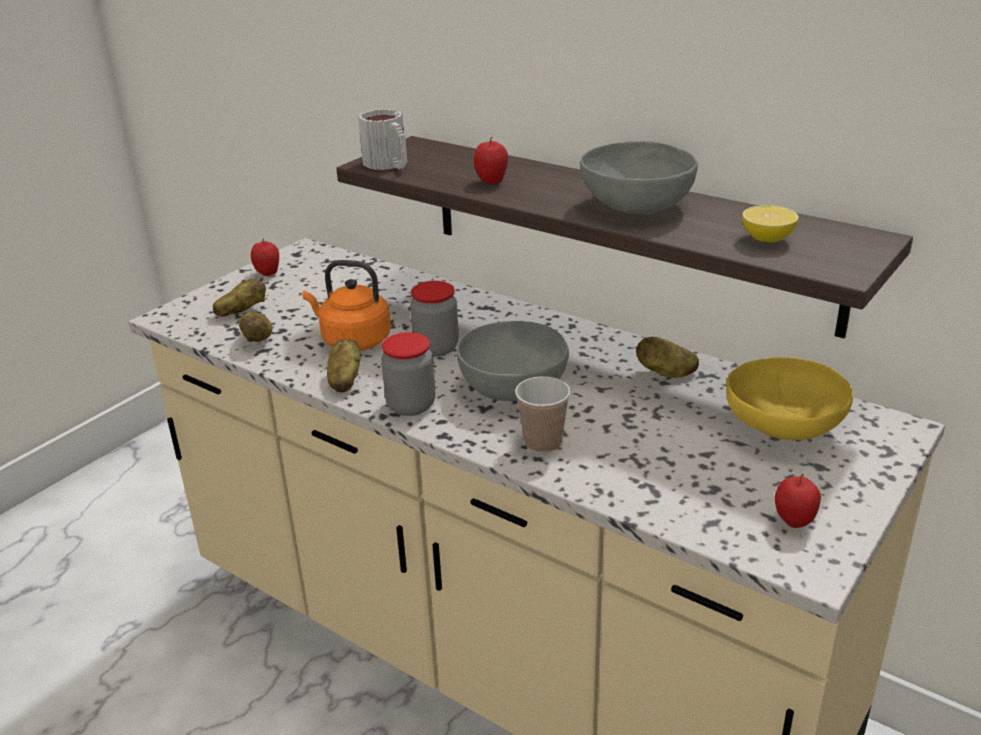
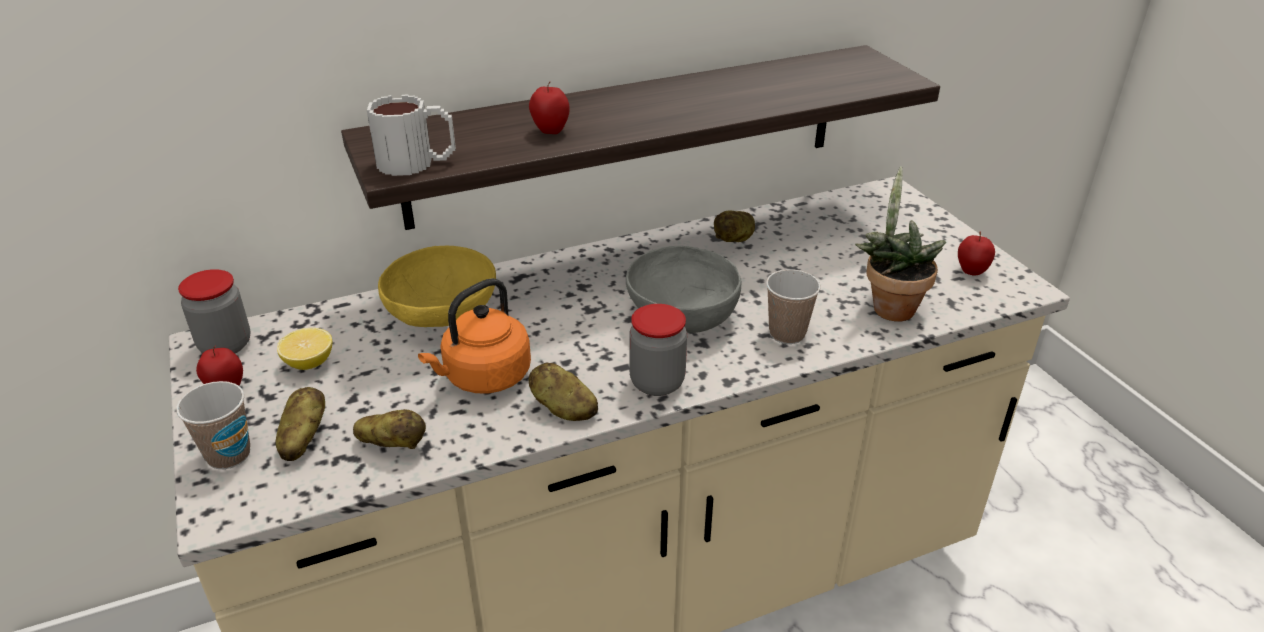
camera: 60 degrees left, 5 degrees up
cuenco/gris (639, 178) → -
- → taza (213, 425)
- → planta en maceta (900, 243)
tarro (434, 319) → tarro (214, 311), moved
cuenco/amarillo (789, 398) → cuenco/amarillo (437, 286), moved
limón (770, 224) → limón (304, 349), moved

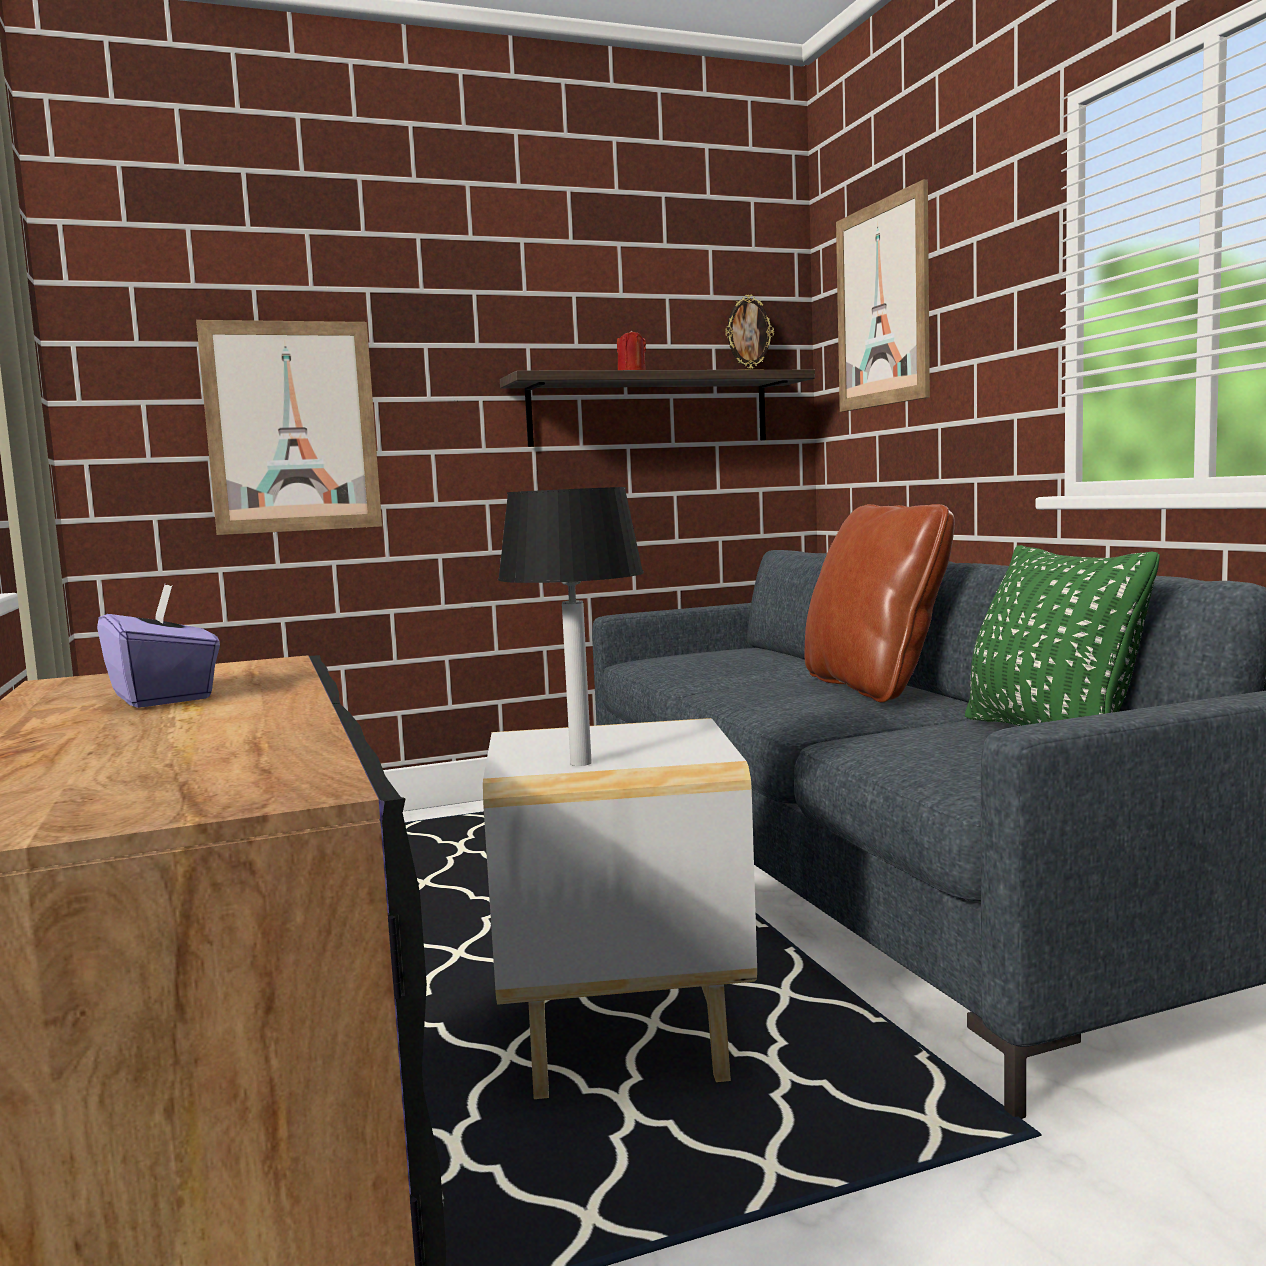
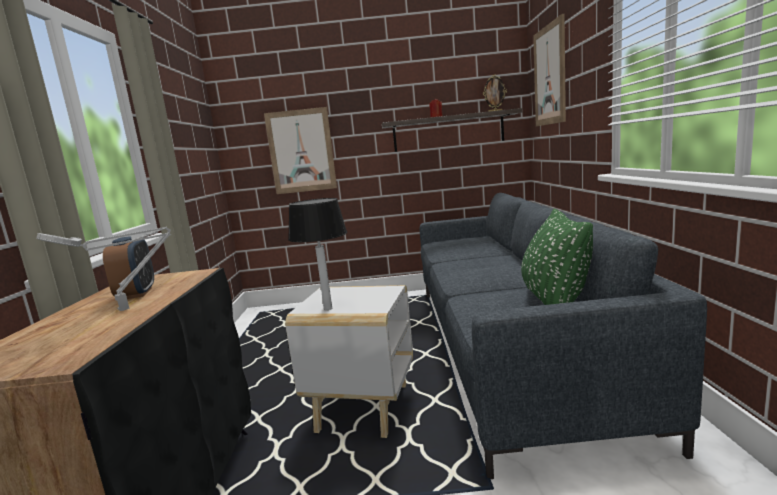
camera: 20 degrees right, 5 degrees up
cojín/marrón (880, 603) → -
- → lámpara de mesa/gris (104, 269)
caja de pañuelos/morado (158, 646) → despertador (128, 267)

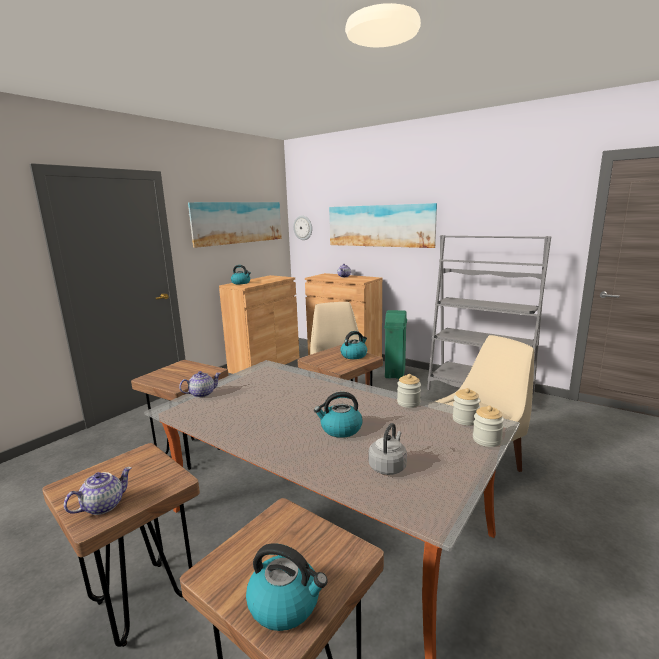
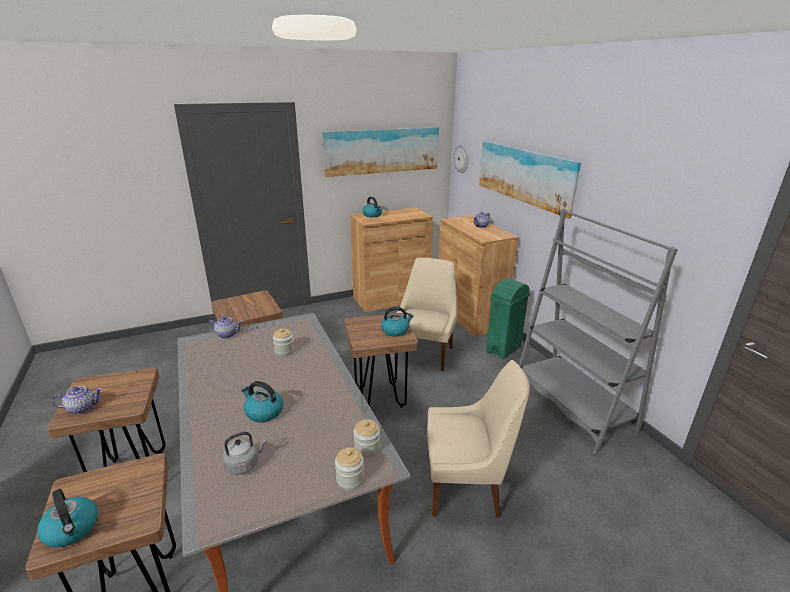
camera: 30 degrees right, 10 degrees up
tarro (409, 391) → tarro (283, 342), moved

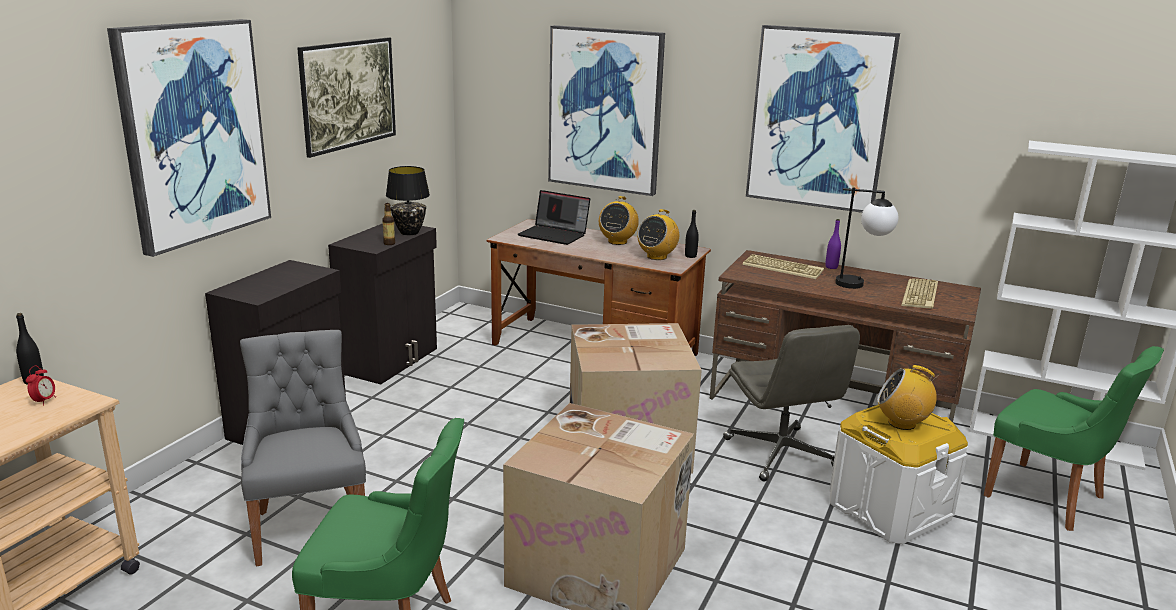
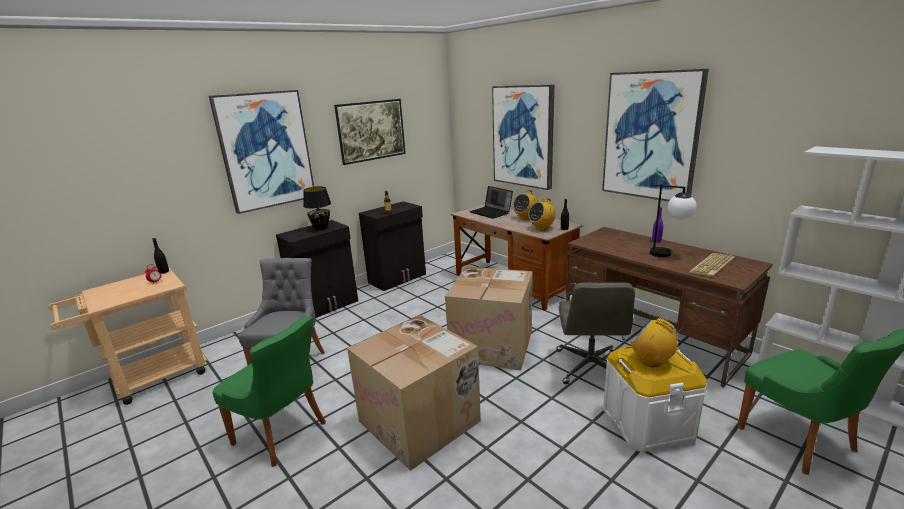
camera: 25 degrees right, 0 degrees up
teclado (783, 266) → -
lámpara de mesa/negro (408, 200) → lámpara de mesa/negro (317, 208), moved

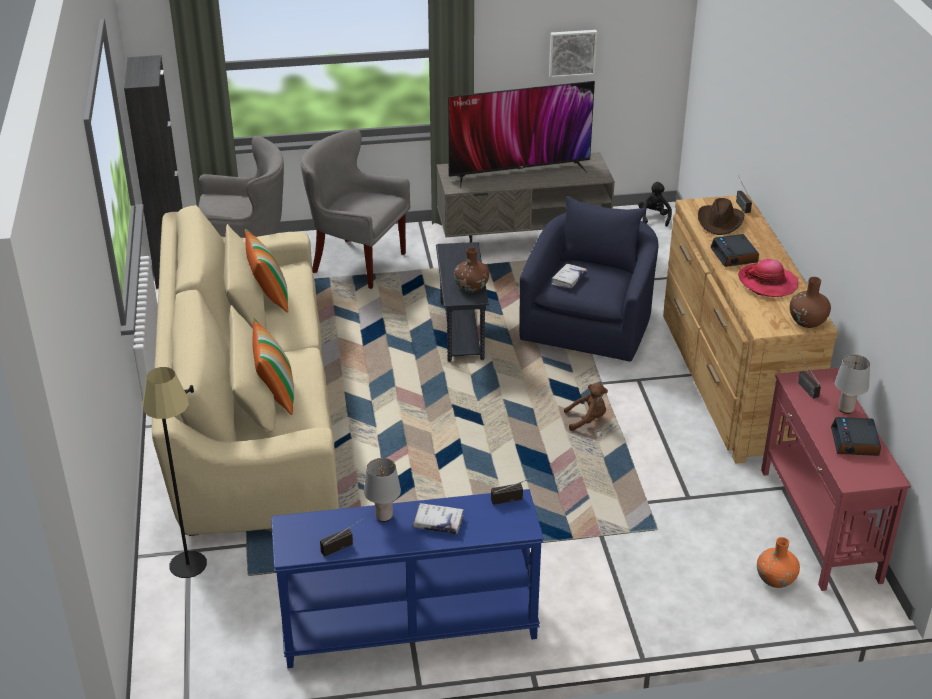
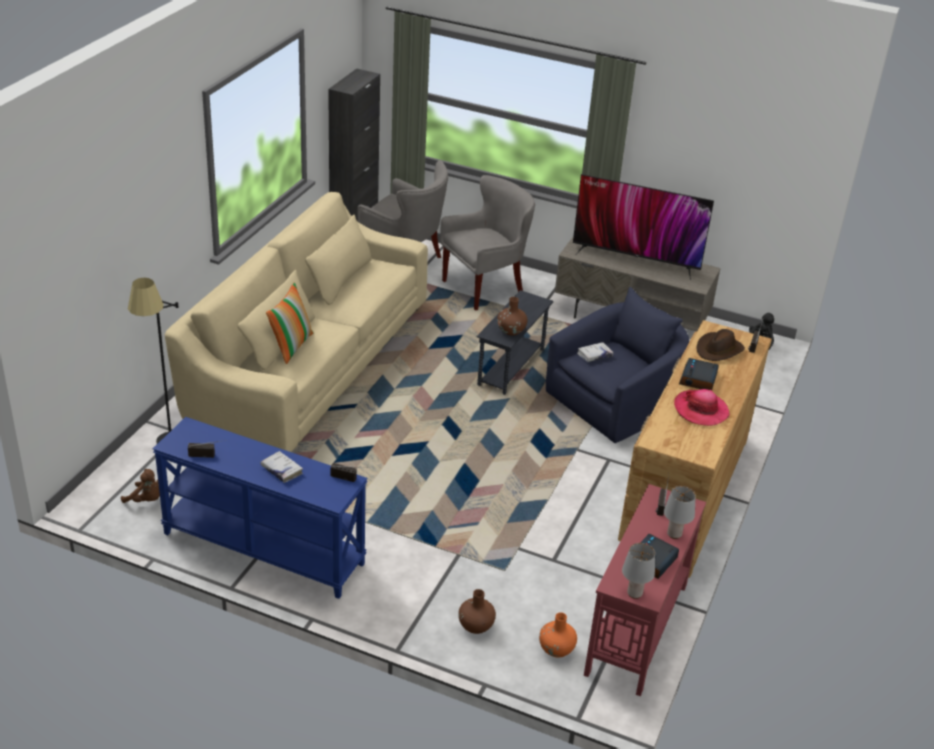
camera: 30 degrees right, 0 degrees up
cojín (266, 270) → -
cuadro (573, 54) → -
lámpara de mesa/gris (382, 490) → lámpara de mesa/gris (638, 571), moved
peluche/marrón (586, 407) → peluche/marrón (140, 486), moved
florero/marrón (810, 302) → florero/marrón (477, 611), moved
sillón/gris (355, 209) → sillón/gris (487, 243), 90 degrees clockwise

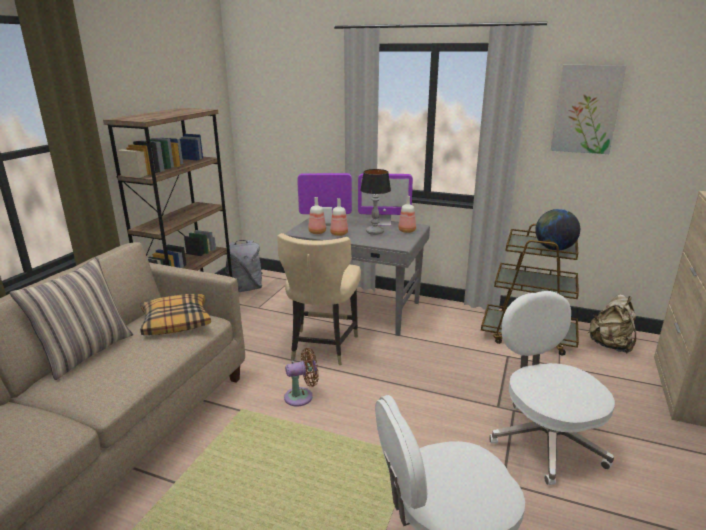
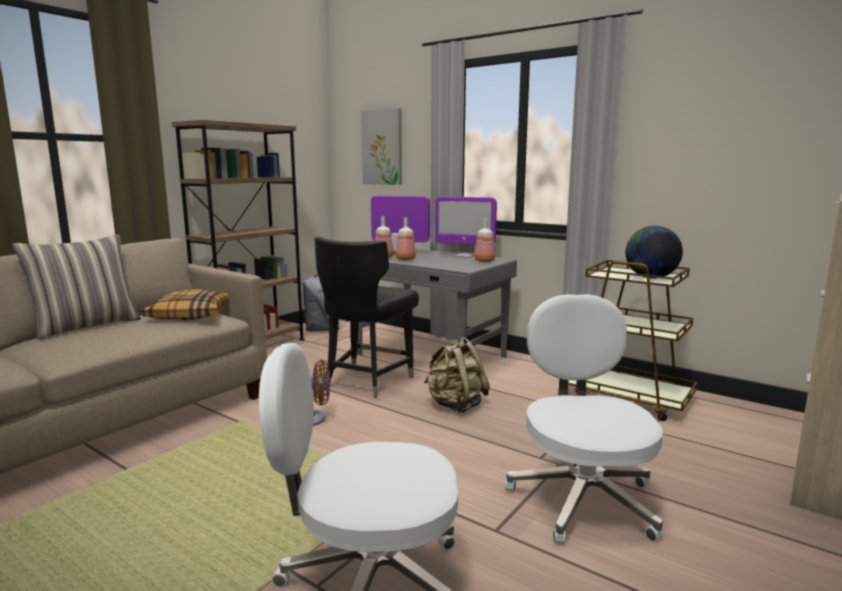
camera: 15 degrees right, 10 degrees down
lámpara de mesa (375, 202) → -
cuadro (588, 109) → cuadro (381, 146), moved
mochila/beis (612, 323) → mochila/beis (457, 375), moved
silla/beis (319, 299) → silla/negro (366, 318)

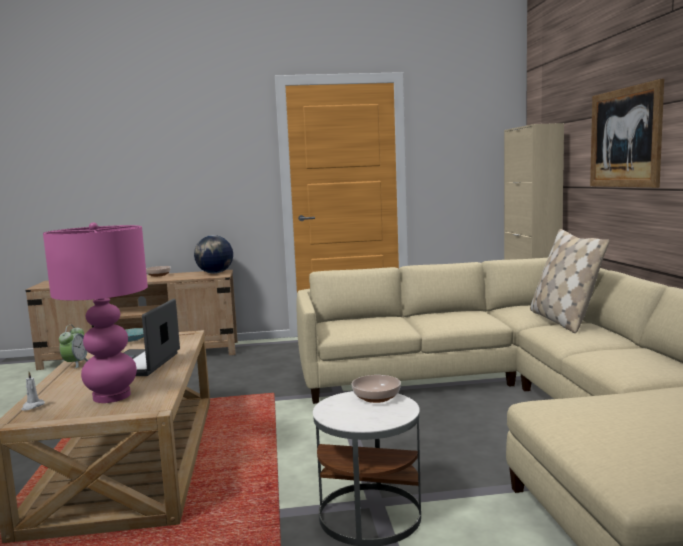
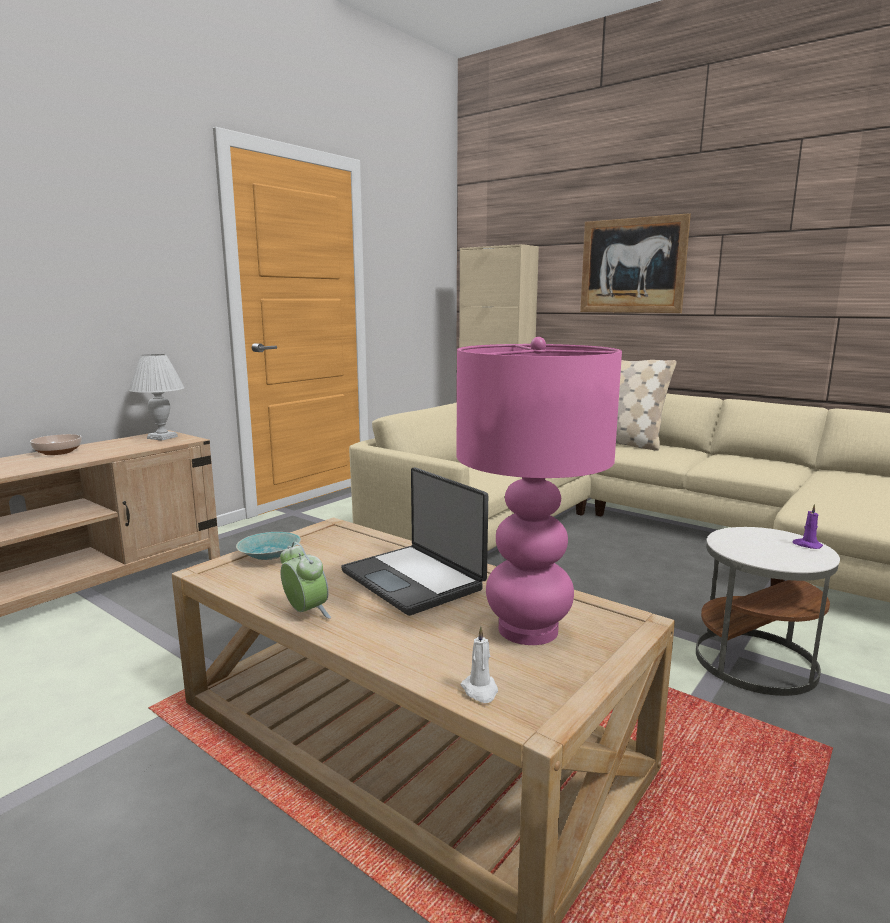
camera: 45 degrees left, 5 degrees up
cuenco (376, 389) → -
- → vela/morado (807, 526)
globo terráqueo (213, 254) → lámpara de mesa/blanco (156, 397)

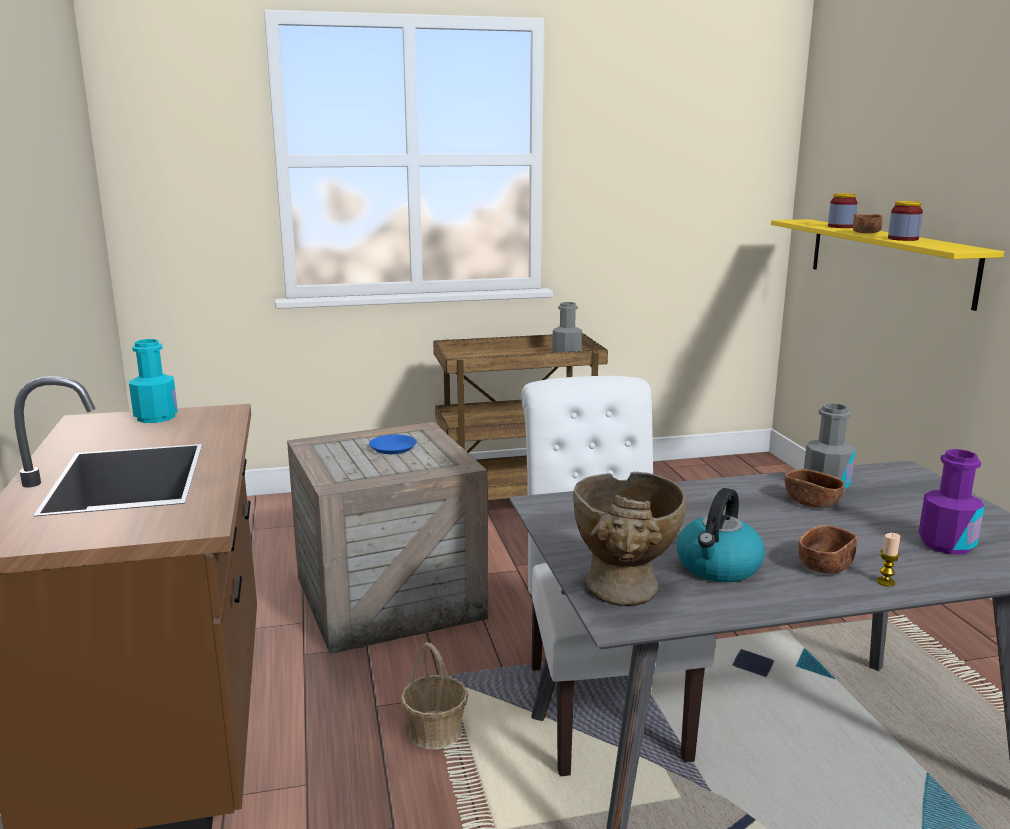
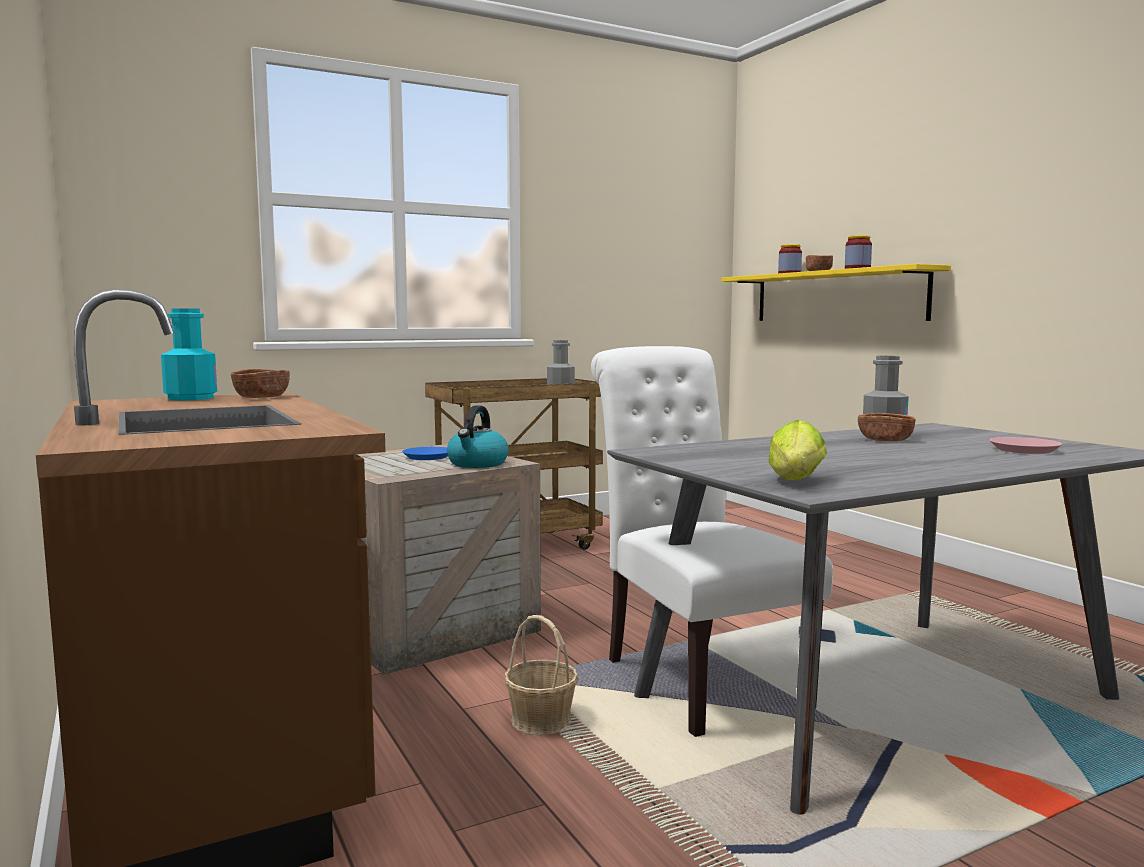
camera: 15 degrees left, 10 degrees down
vela (888, 560) → -
hervidor (721, 535) → hervidor (478, 436), moved
cuenco/marrón (827, 549) → cuenco/marrón (260, 383), moved
florero/beis (629, 539) → lechuga (797, 450)
botella/morado (952, 502) → plato/rosa (1026, 445)

